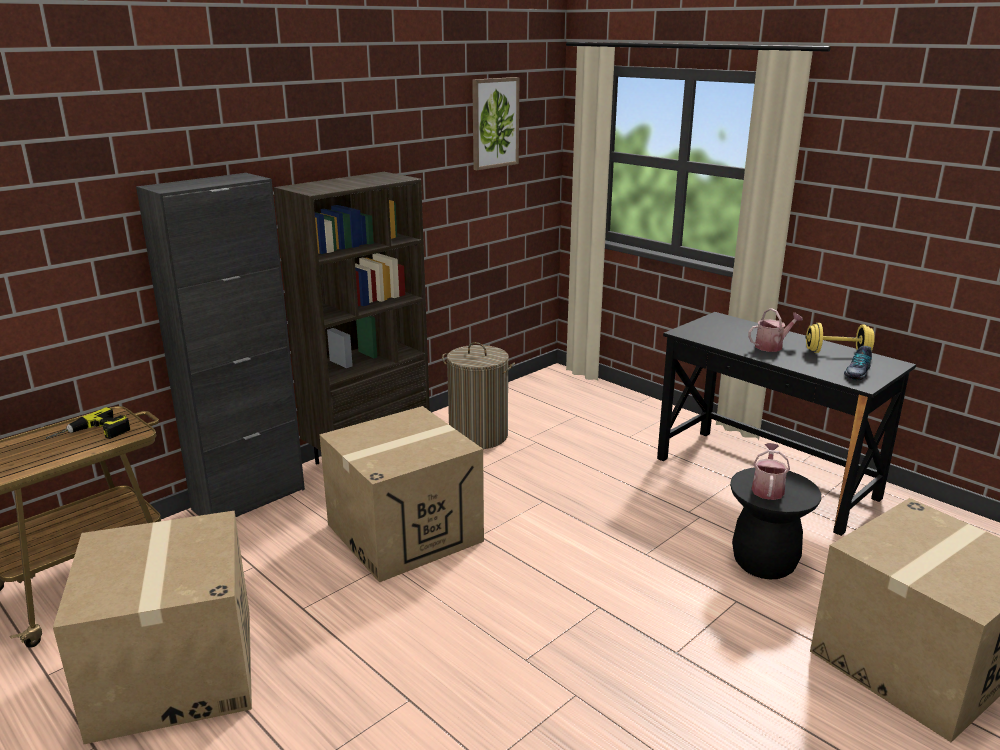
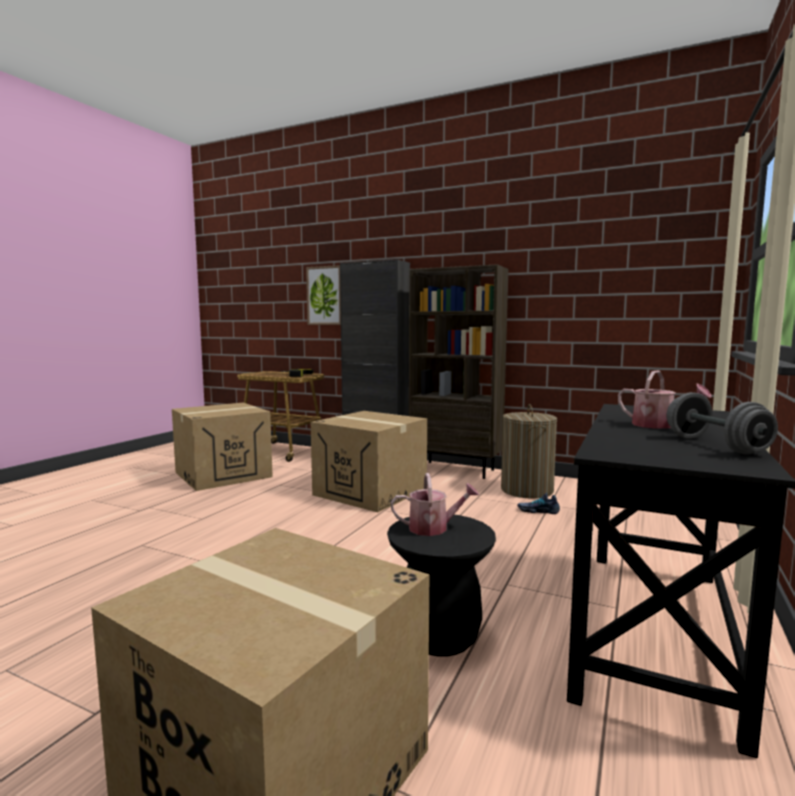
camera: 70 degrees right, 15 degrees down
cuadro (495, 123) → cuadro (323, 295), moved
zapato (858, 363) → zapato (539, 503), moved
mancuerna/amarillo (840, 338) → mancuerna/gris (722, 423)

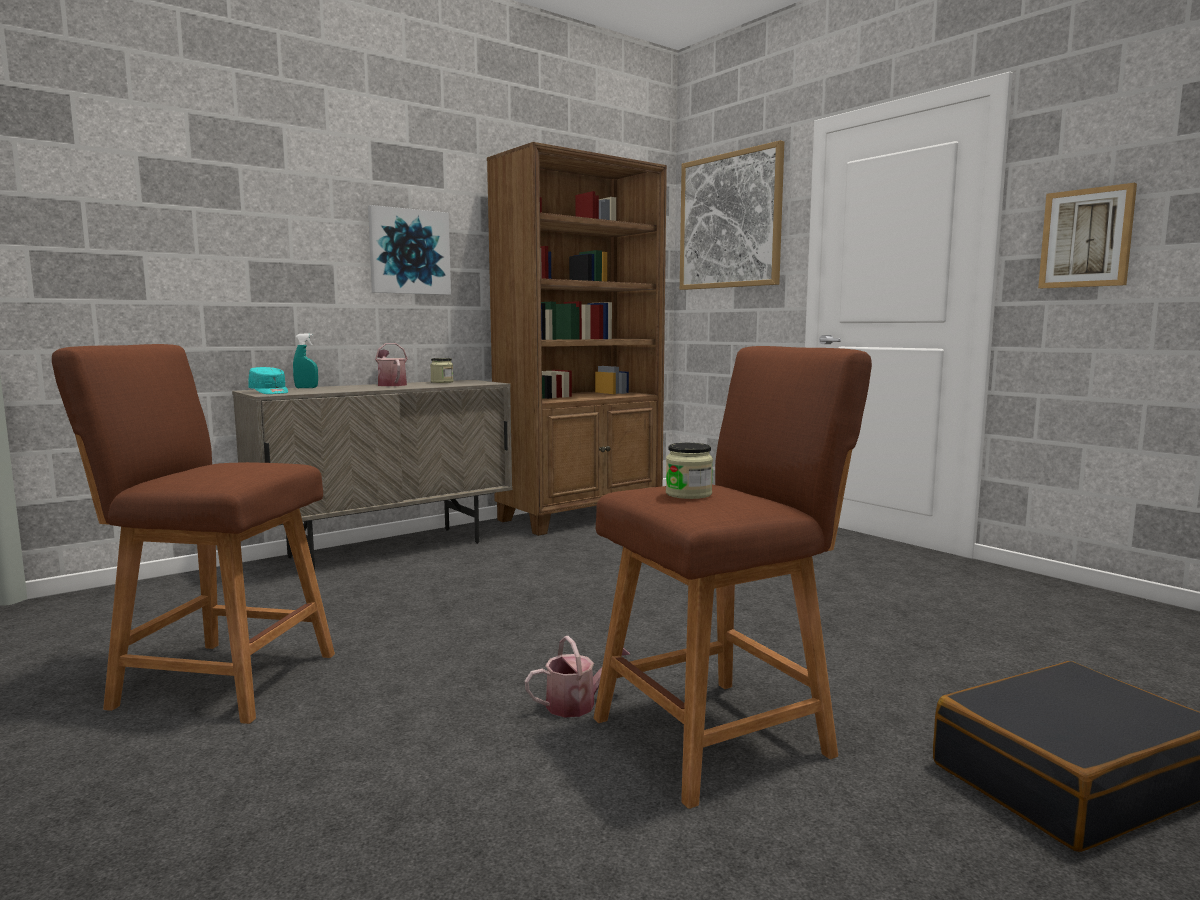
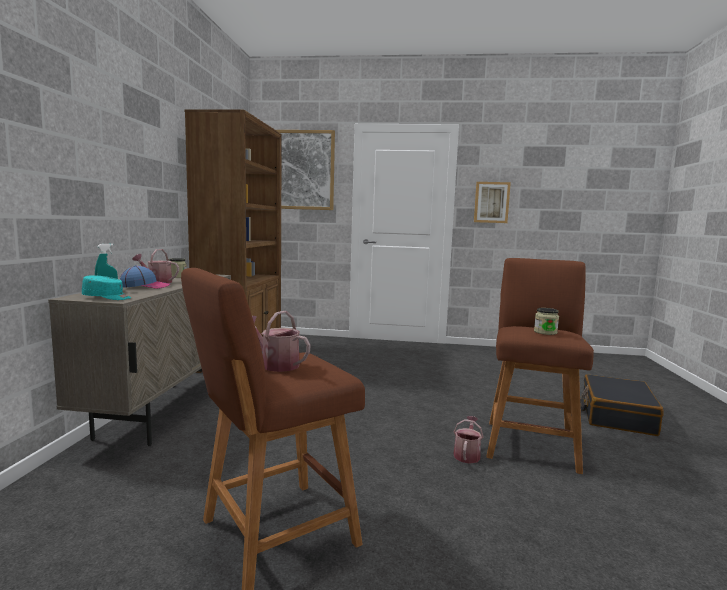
camera: 45 degrees left, 0 degrees up
cuadro (409, 250) → -
- → gorra (145, 277)
- → regadera (281, 341)

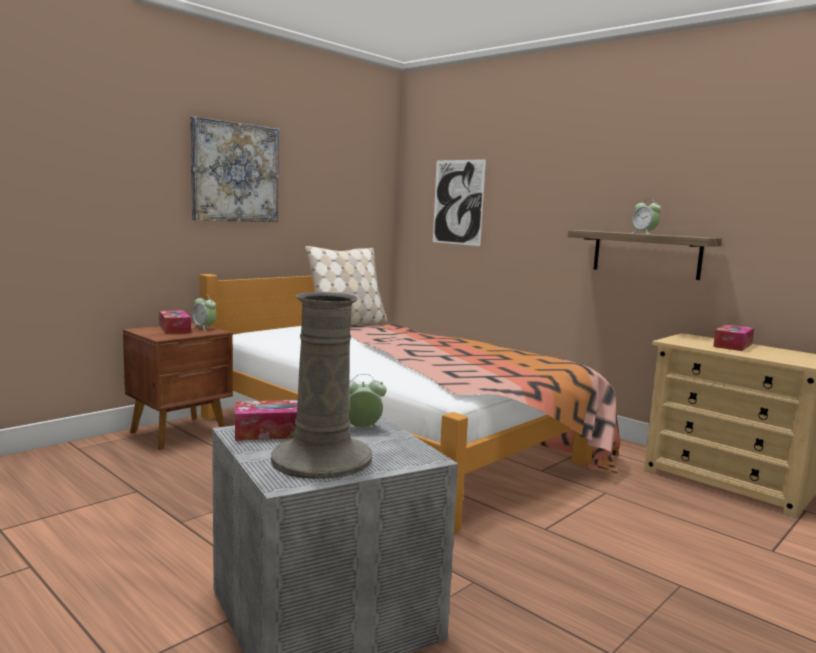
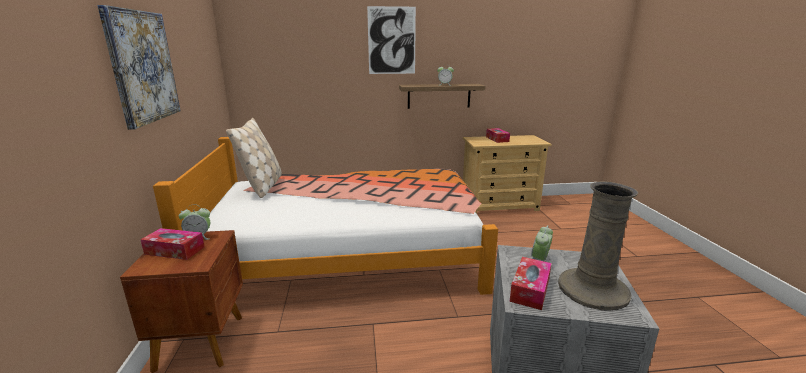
camera: 50 degrees left, 10 degrees up
cuadro (459, 202) → cuadro (391, 40), moved

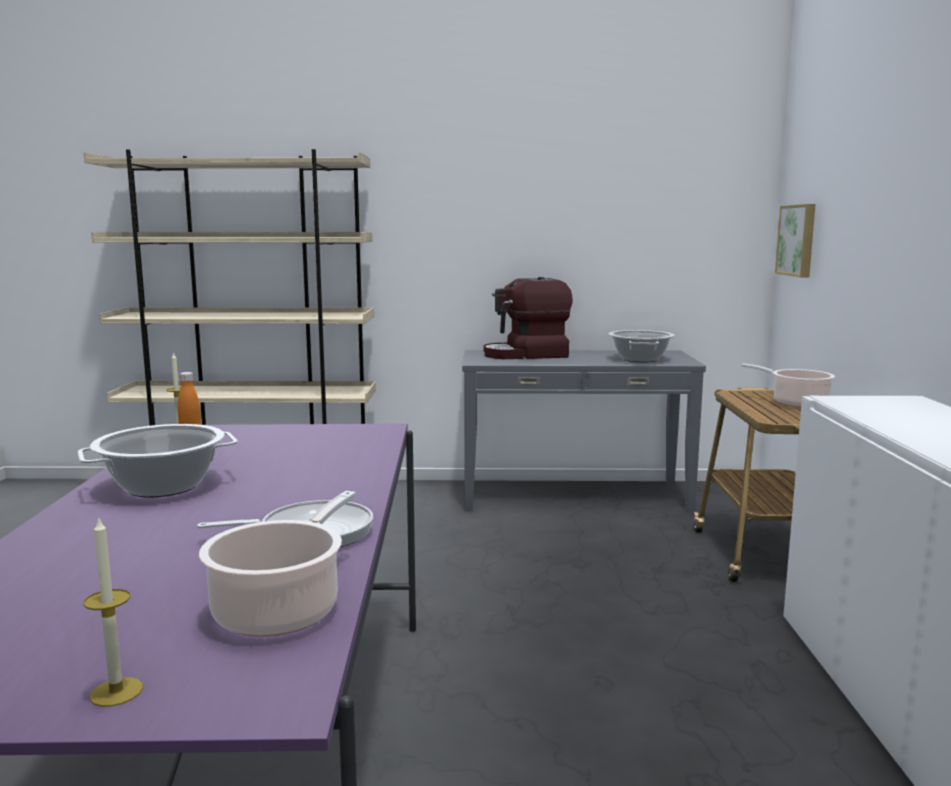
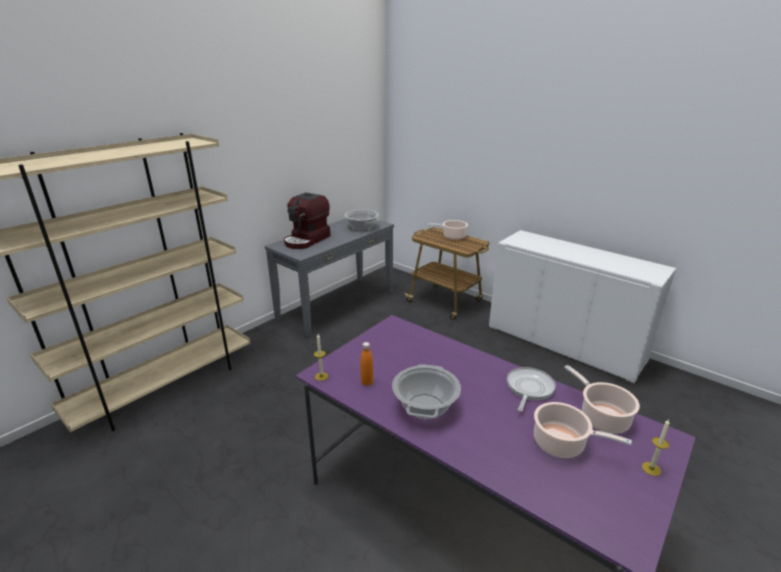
camera: 50 degrees left, 15 degrees up
cuadro (795, 240) → -
- → olla (583, 430)

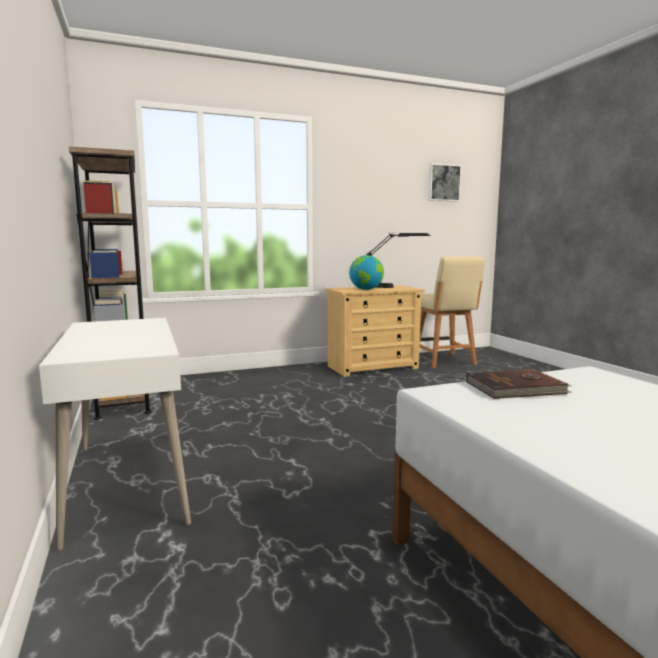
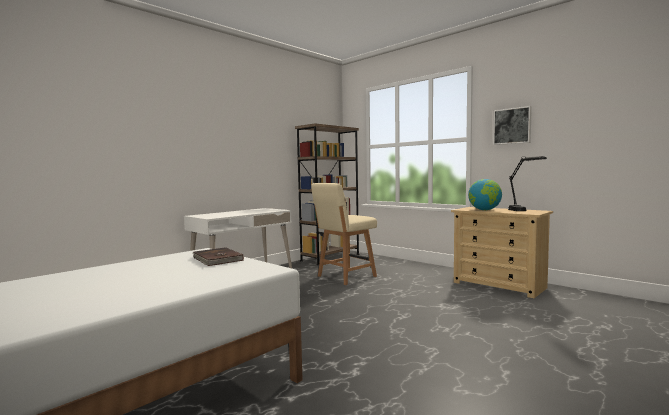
camera: 65 degrees right, 5 degrees down
silla/beis (452, 312) → silla/beis (344, 234), moved
cuadro (445, 182) → cuadro (512, 125), moved

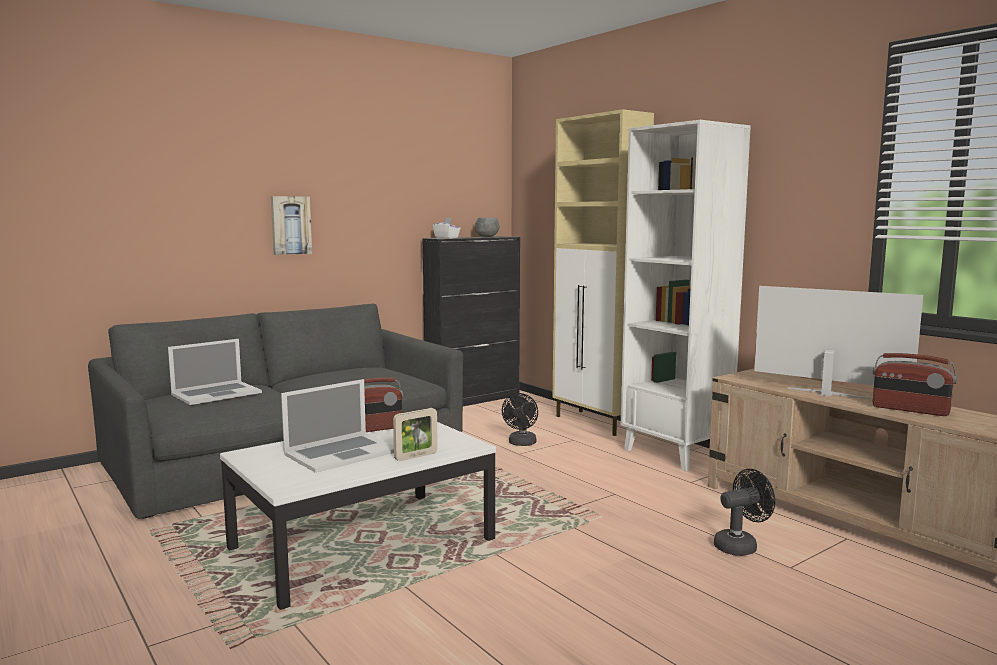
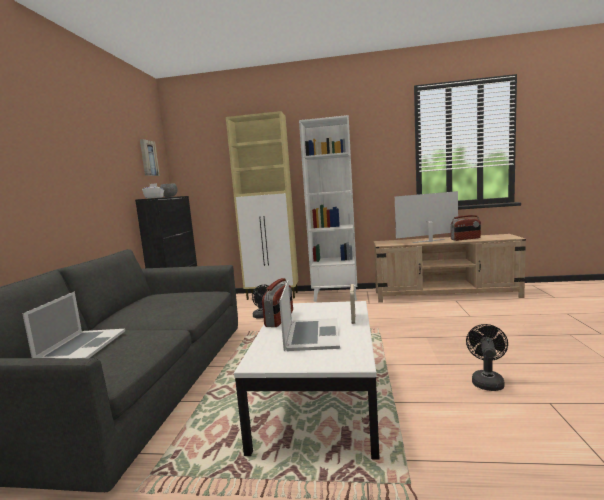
camera: 45 degrees left, 0 degrees up
cuadro (291, 225) → cuadro (150, 157), moved
ventilador/negro (744, 512) → ventilador/negro (487, 357), moved

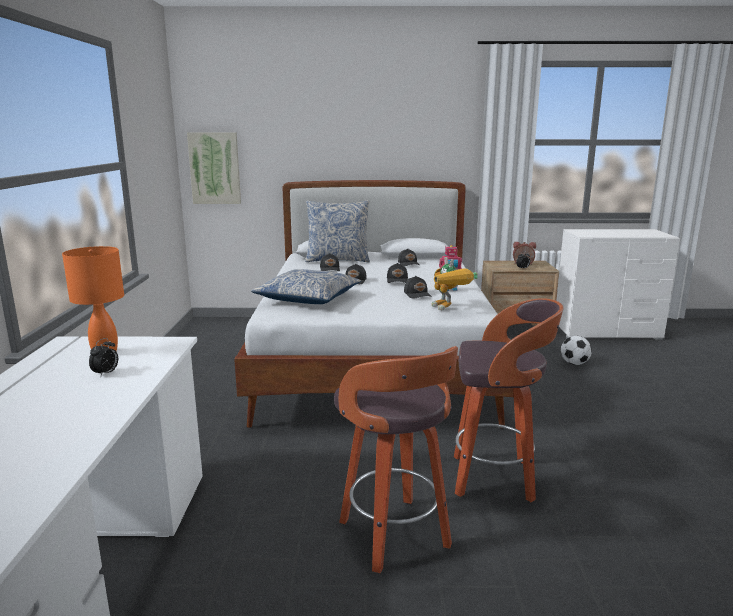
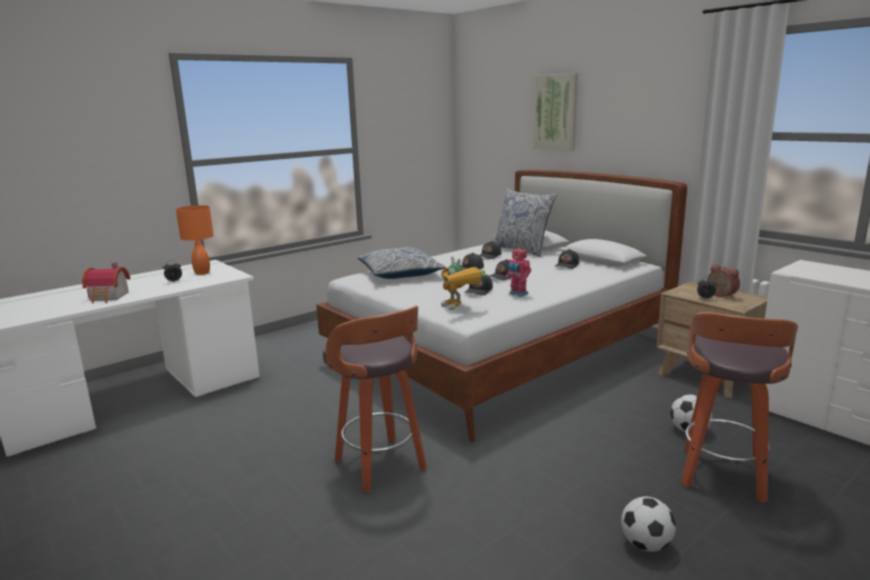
camera: 50 degrees right, 0 degrees up
- → casita (106, 283)
- → balón de fútbol (648, 524)
cuadro (214, 168) → cuadro (555, 112), moved
taburete (396, 459) → taburete (739, 407), moved
robot de juguete (455, 284) → robot de juguete (463, 283), 60 degrees counterclockwise

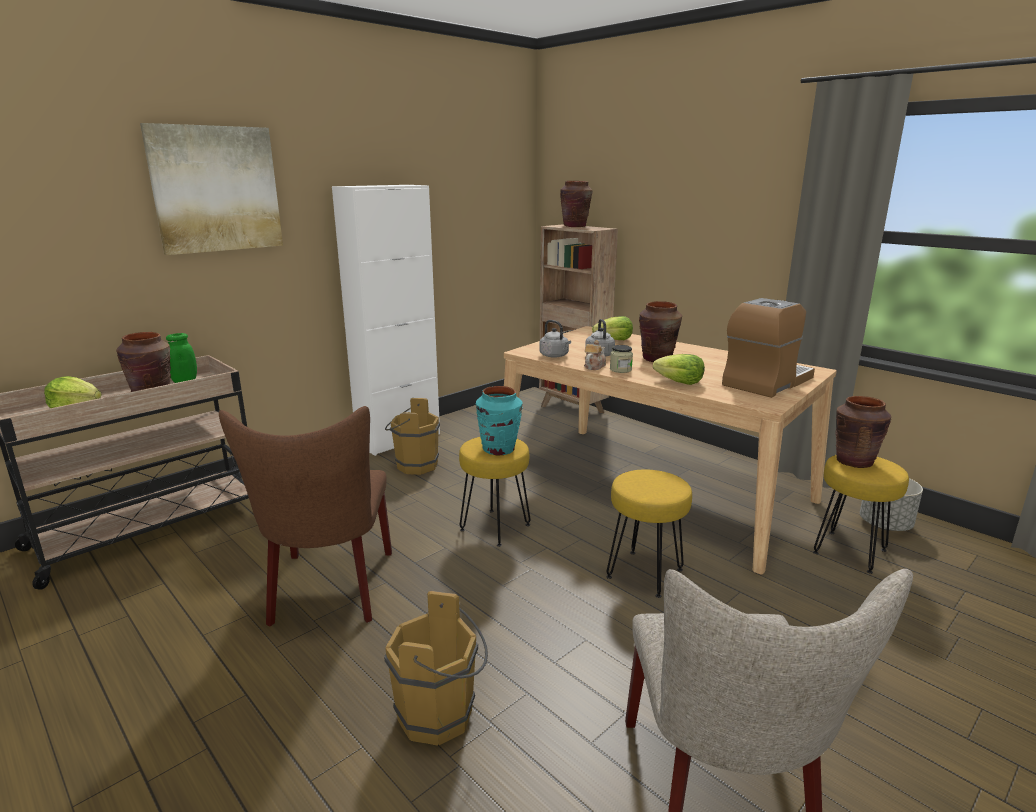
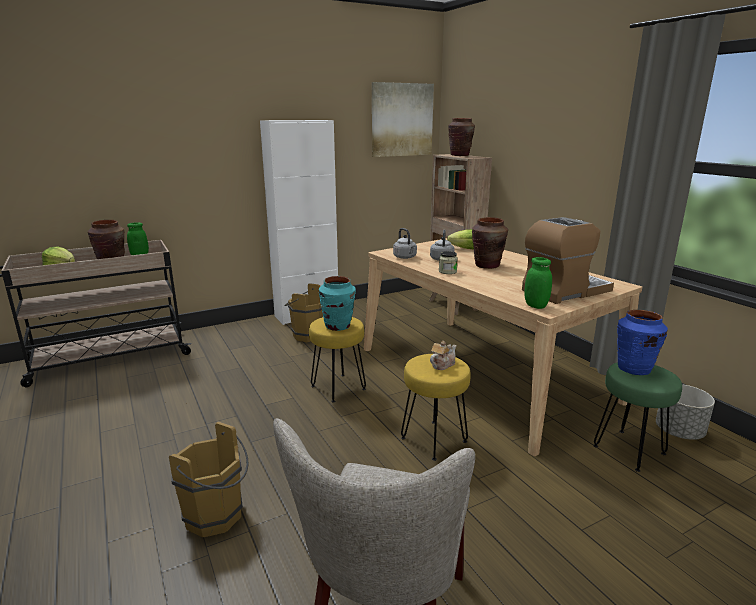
camera: 15 degrees right, 0 degrees up
silla/marrón (305, 516) → -
lechuga (679, 369) → -
- → tarro/verde (538, 283)
cuadro (211, 189) → cuadro (403, 119), moved
tetera (595, 355) → tetera (443, 355), moved
taburete/amarillo (861, 514) → taburete/verde (637, 417)
florero/marrón (863, 432) → florero/azul (642, 342)

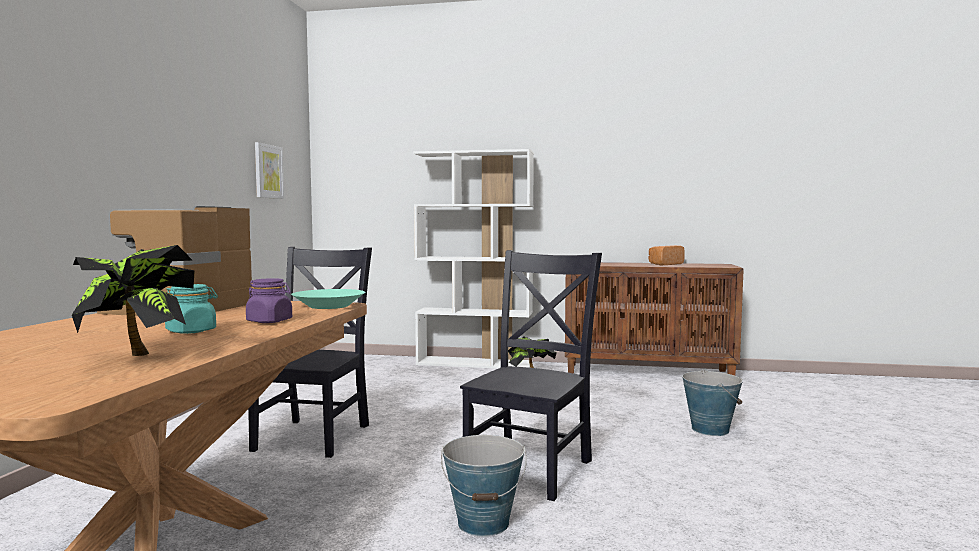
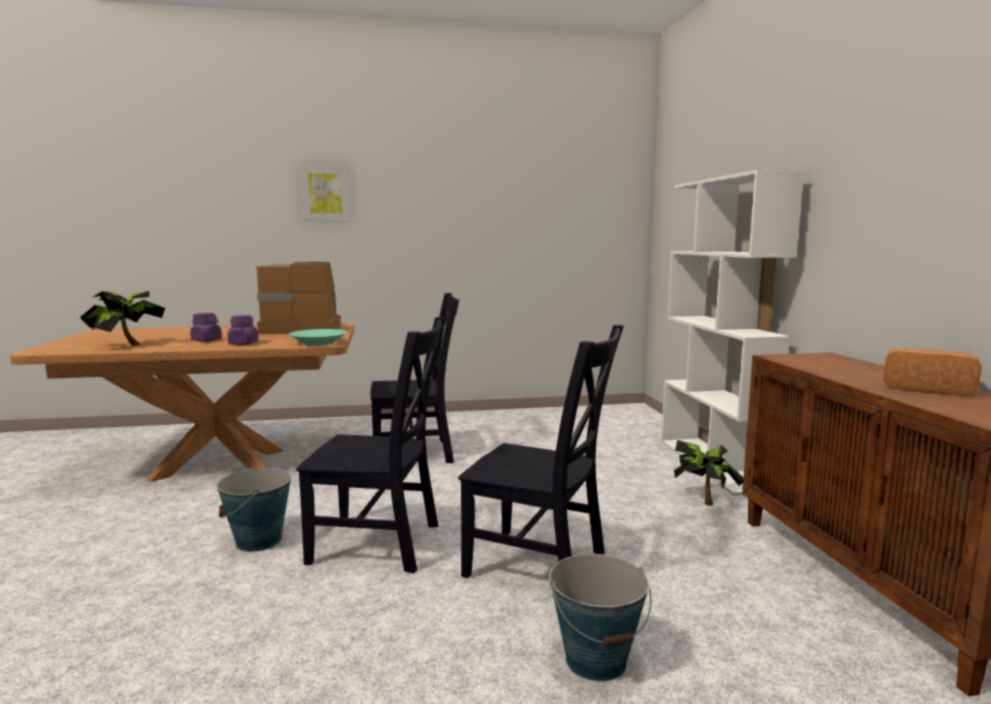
camera: 70 degrees right, 5 degrees up
- → silla/negro (541, 451)
cuadro (269, 170) → cuadro (325, 193), moved
tarro/turquesa (191, 309) → tarro/morado (206, 327)

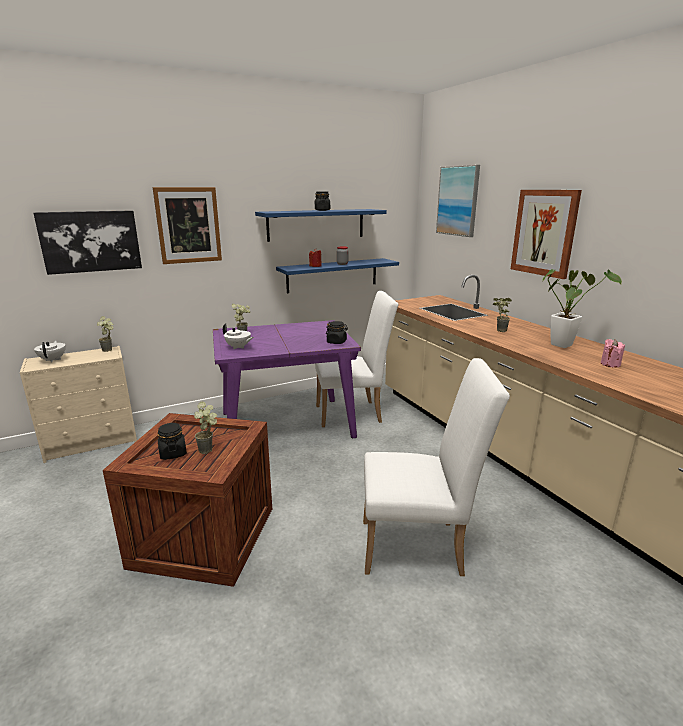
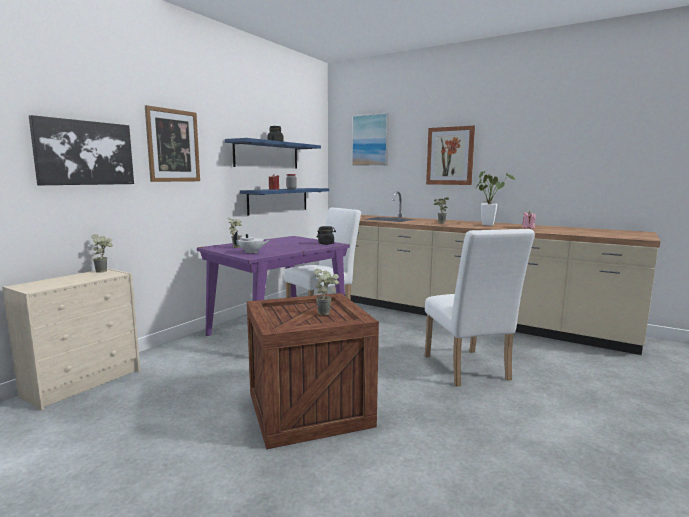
camera: 30 degrees left, 10 degrees down
tetera/blanco (50, 351) → -
tarro/negro (172, 441) → -
silla/blanco (436, 467) → silla/blanco (480, 308), 105 degrees clockwise

